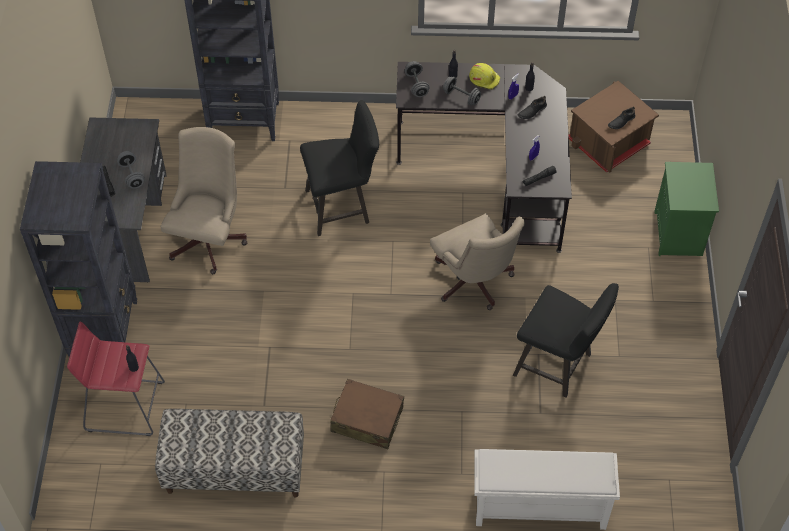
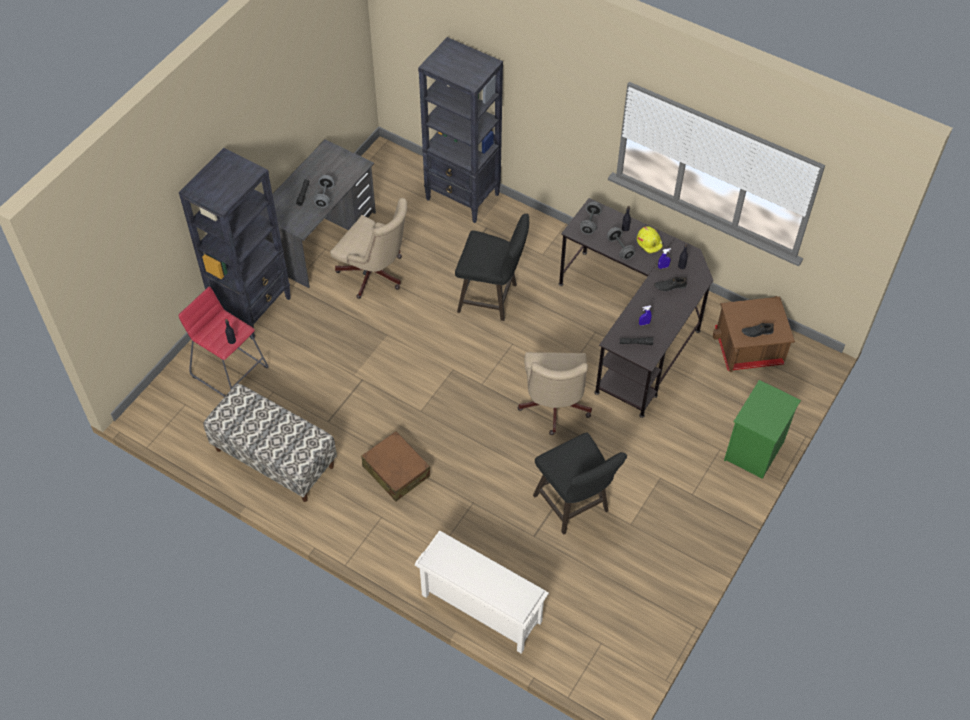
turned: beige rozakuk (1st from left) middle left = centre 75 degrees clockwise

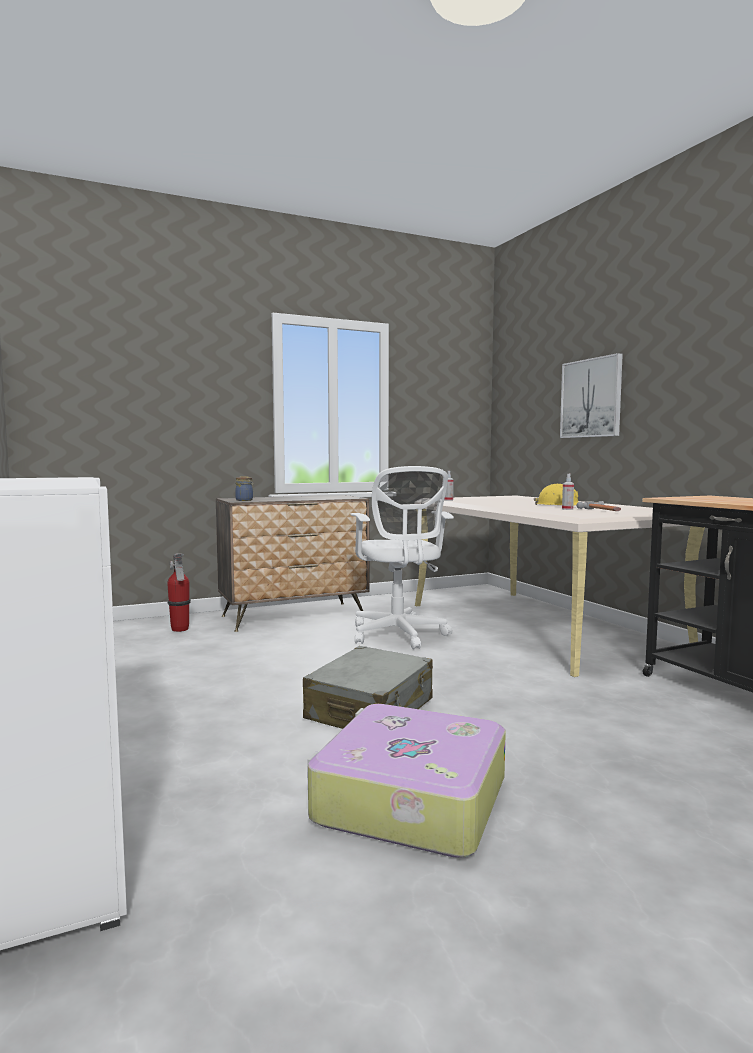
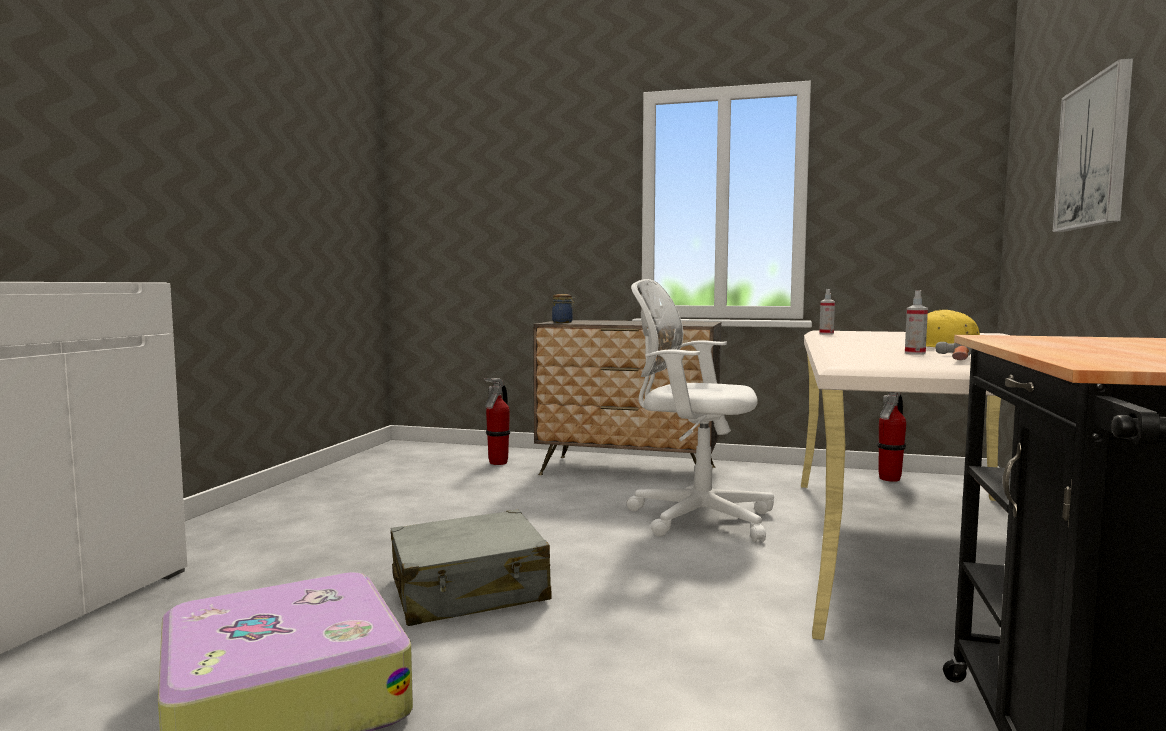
added: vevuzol (2nd from left) middle right
turned: white rozakuk centre = centre 90 degrees clockwise

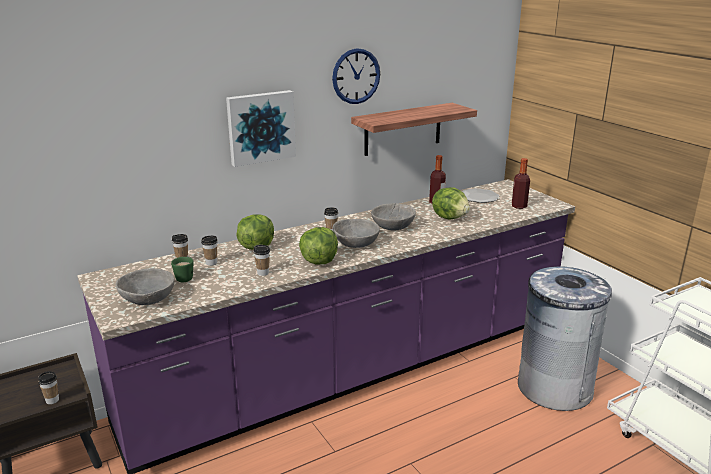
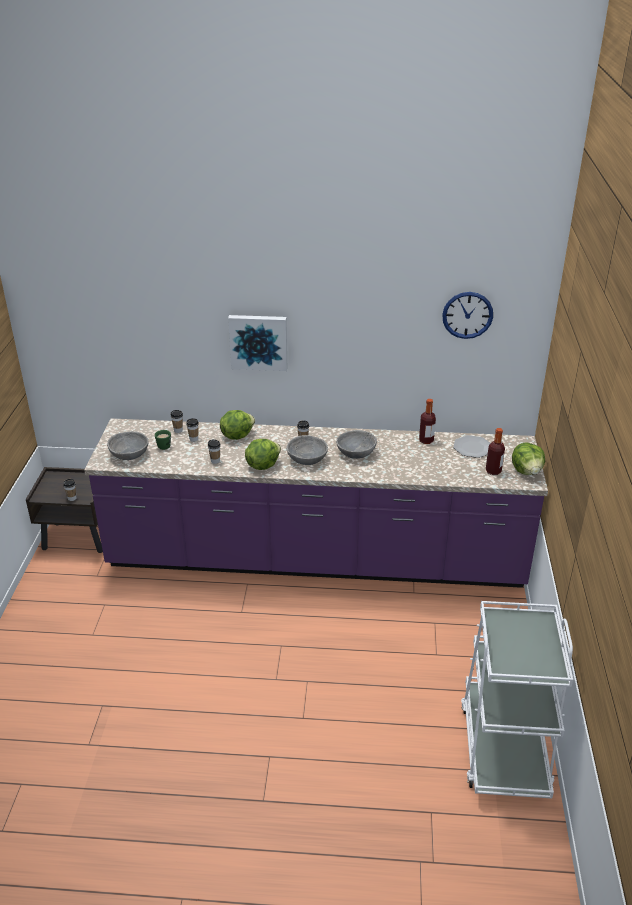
removed: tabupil top centre; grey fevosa bottom right
moved: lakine top centre to middle right; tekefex (3rd from left) centre to middle right

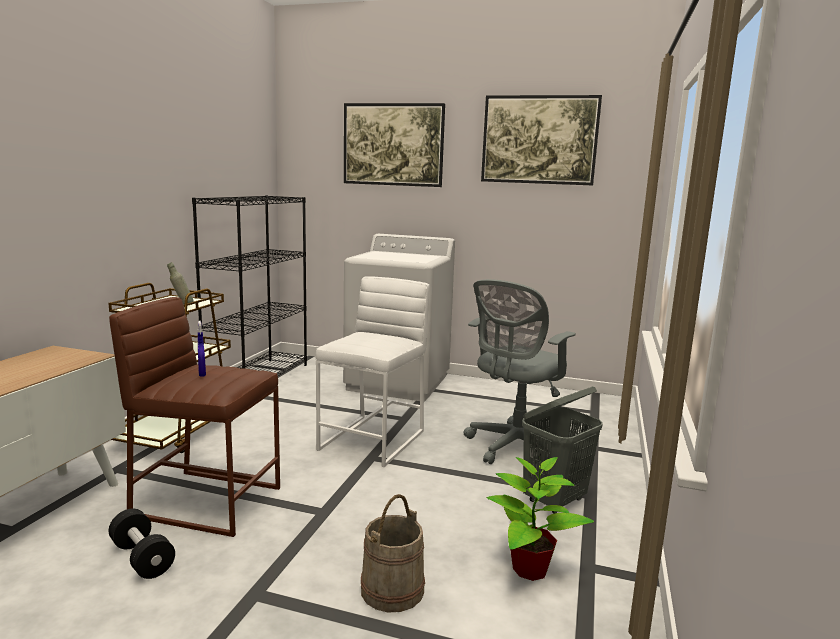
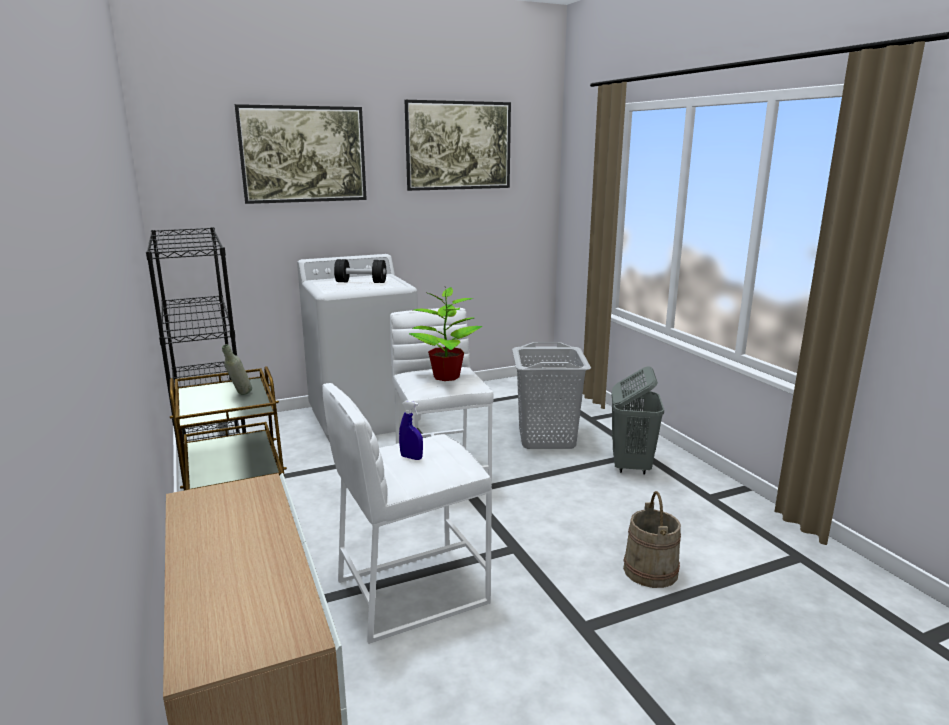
moved: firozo bottom centre to centre; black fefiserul bottom left to centre
replaced: grey rozakuk centre to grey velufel (1st from left) centre
recoloured: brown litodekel middle left to white litodekel (1st from left) bottom centre

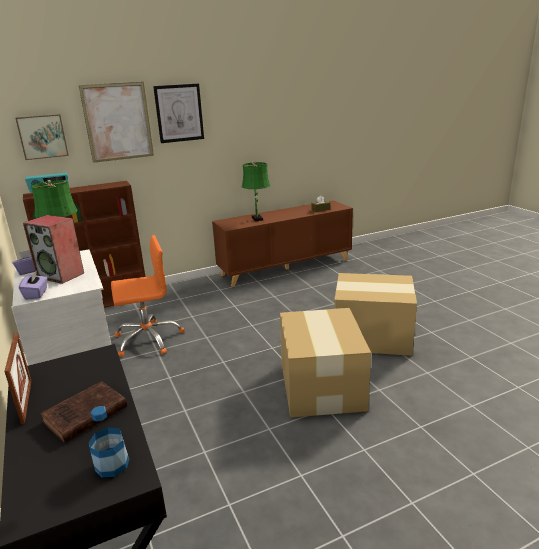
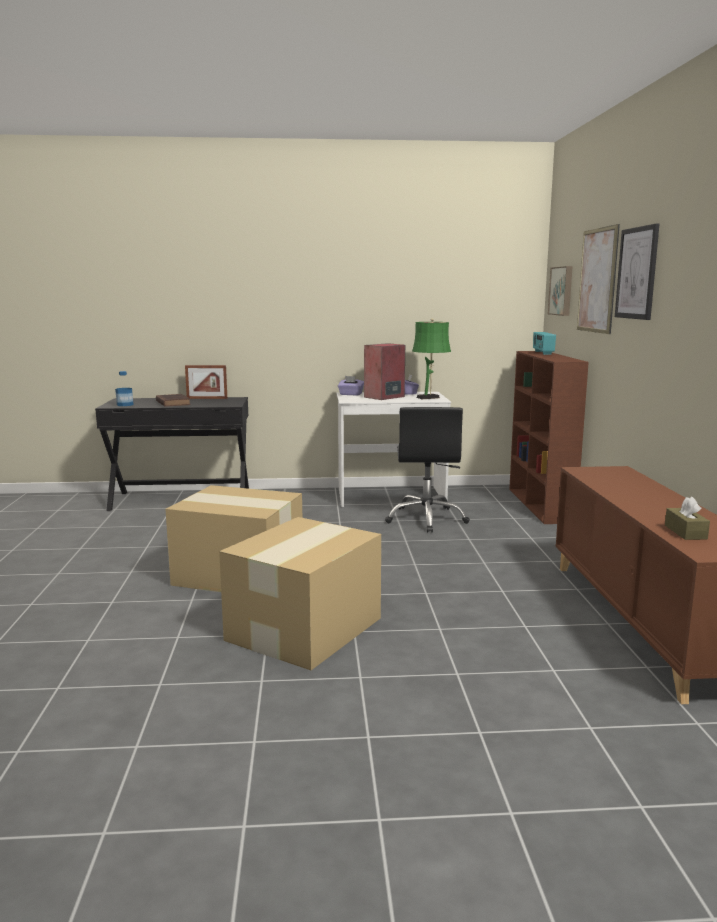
removed: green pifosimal (2nd from left) centre
recoloured: orange rozakuk middle left to black rozakuk centre

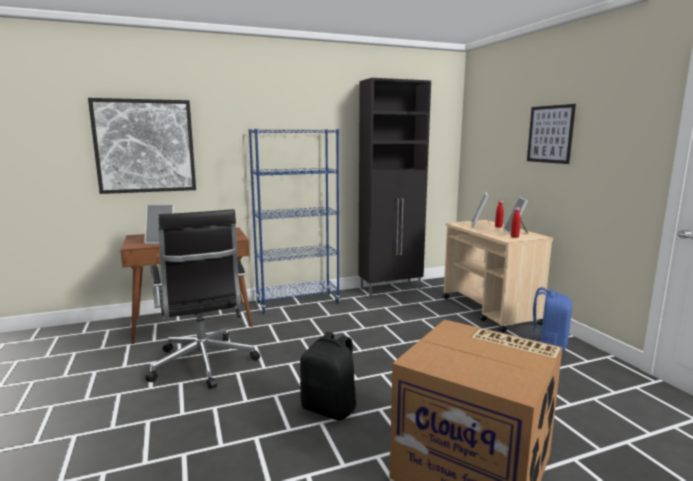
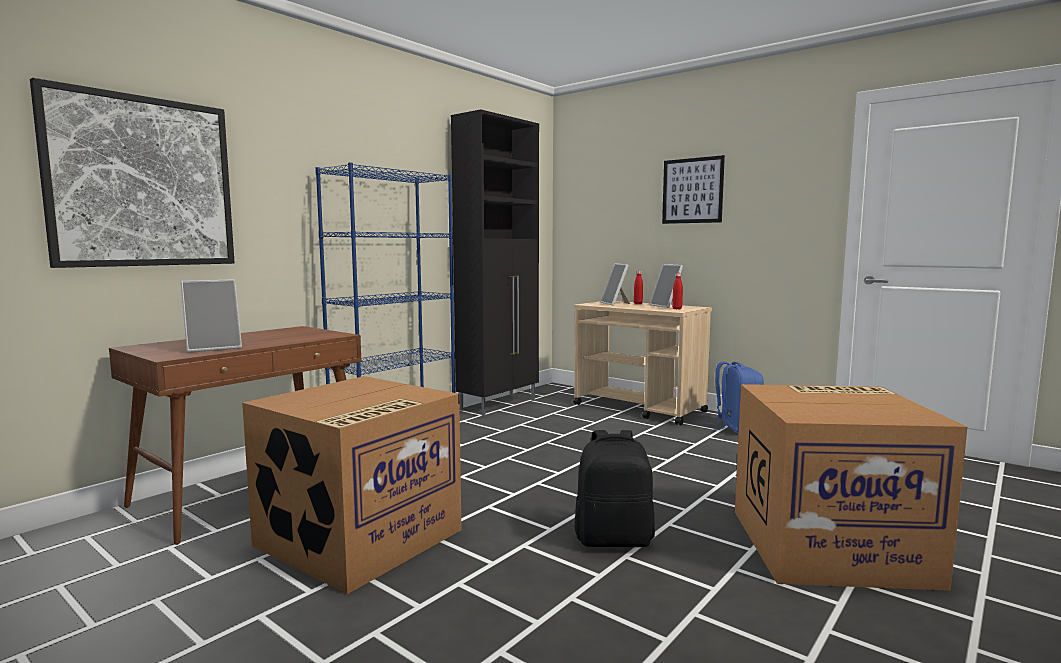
replaced: black rozakuk middle left to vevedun (1st from left) bottom left

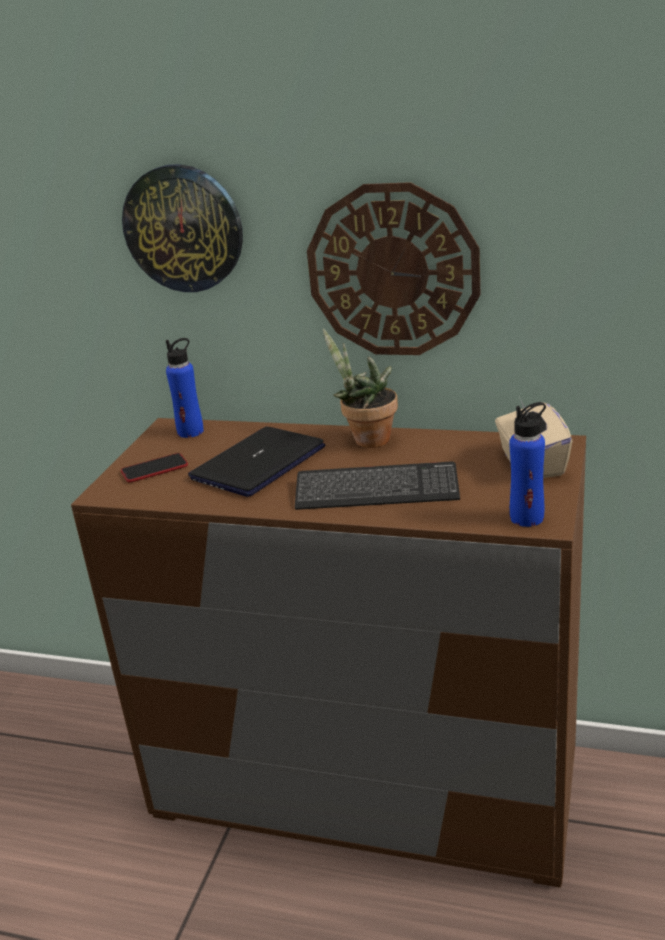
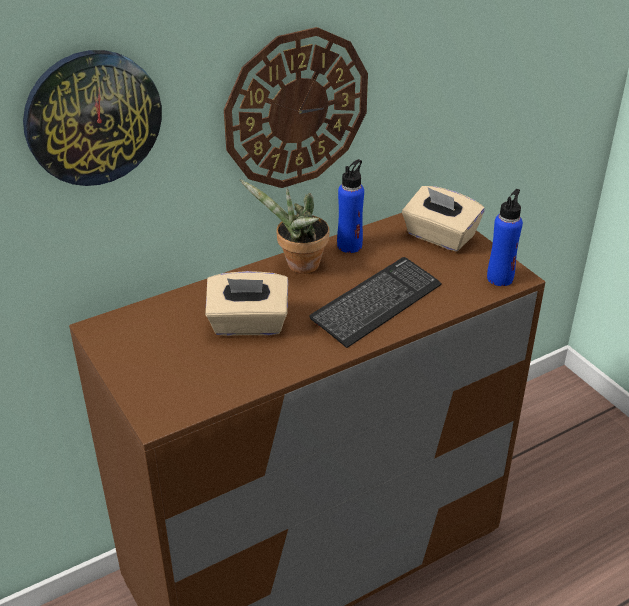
removed: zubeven middle left
moved: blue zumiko (1st from left) middle left to centre
replaced: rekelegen centre to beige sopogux (1st from left) centre

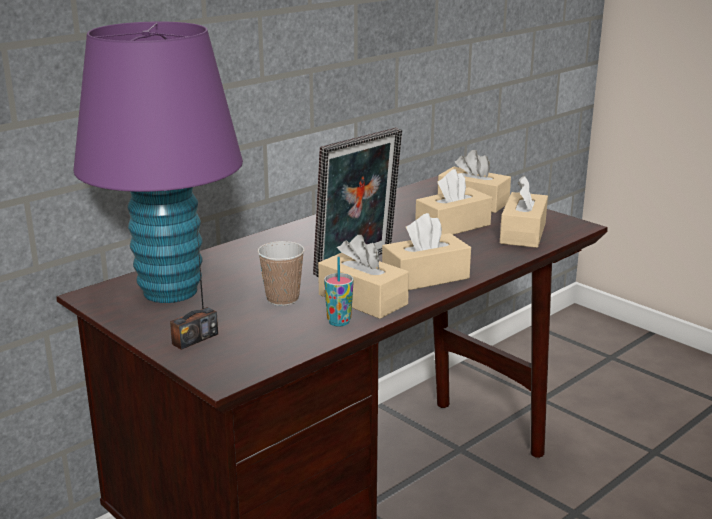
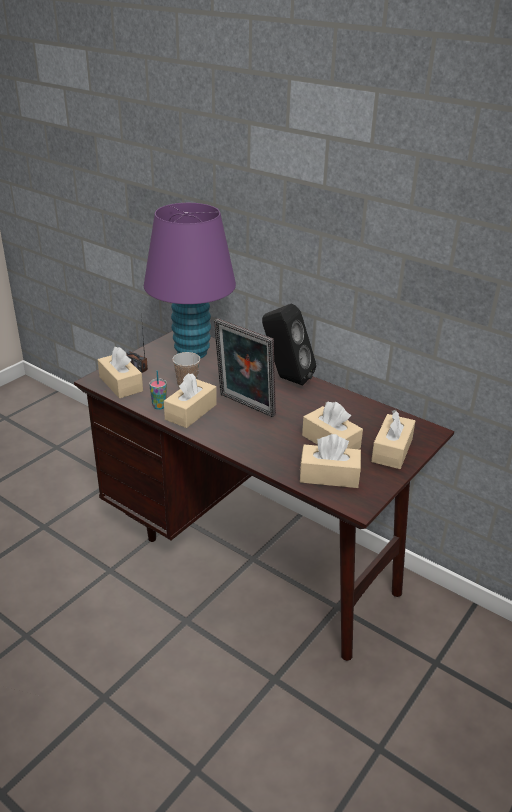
added: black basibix centre
moved: beige sopogux (2nd from left in the first image) centre to beige sopogux (1st from left) middle left

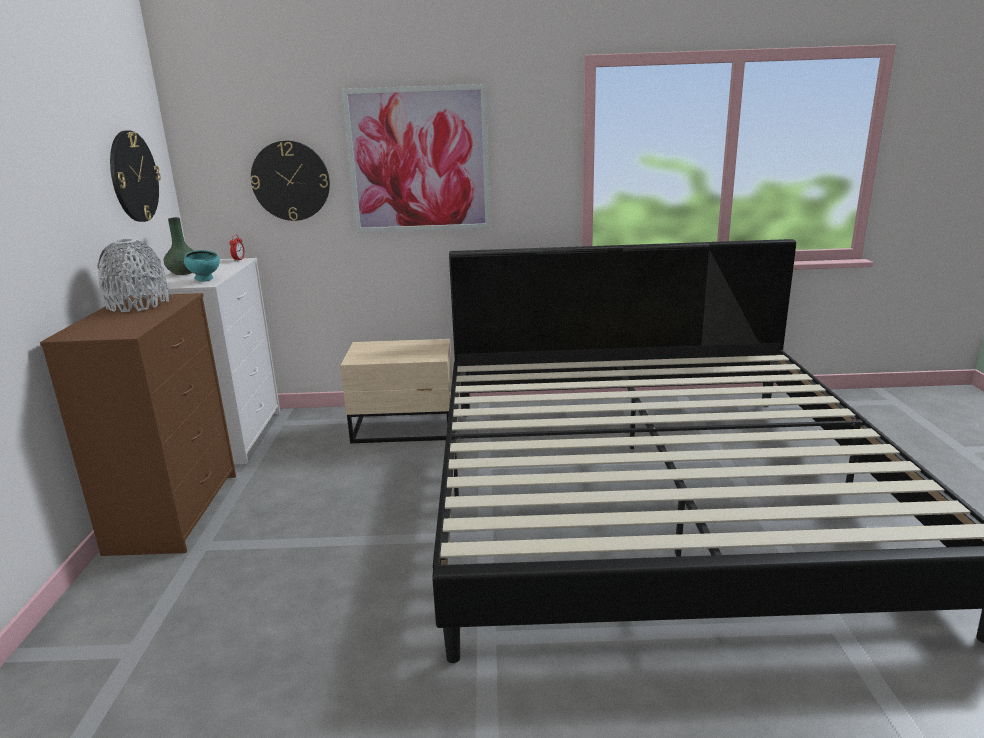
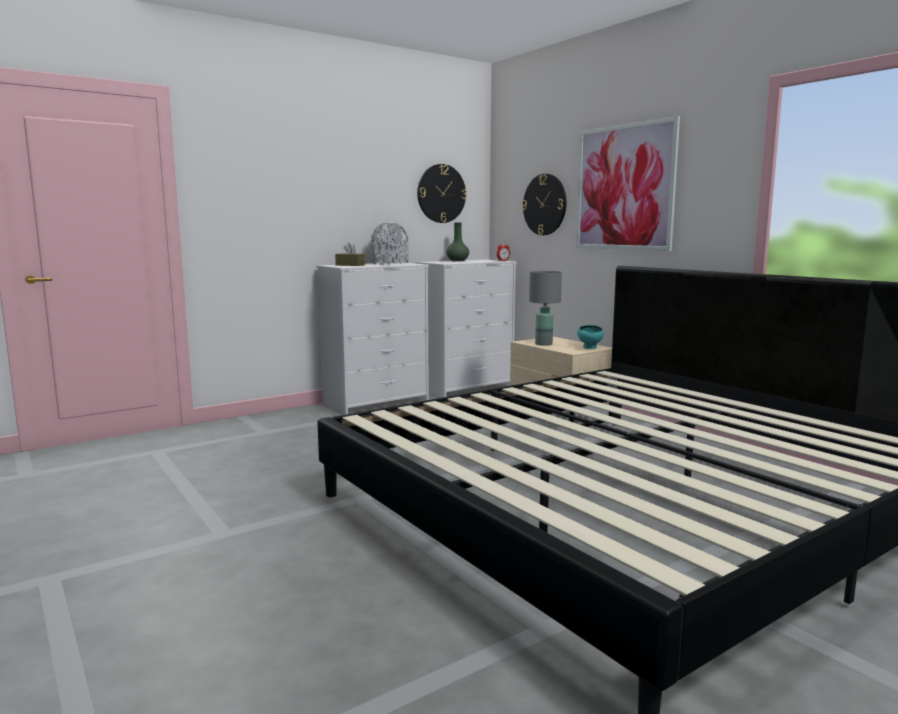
added: brown sopogux centre; grey pifosimal centre
moved: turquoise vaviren middle left to centre
recoloured: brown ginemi middle left to white ginemi (1st from left) centre

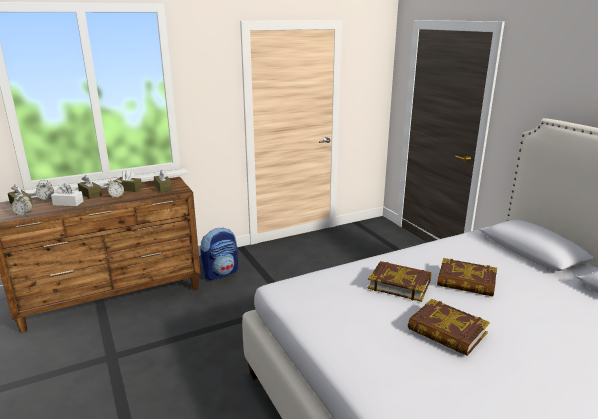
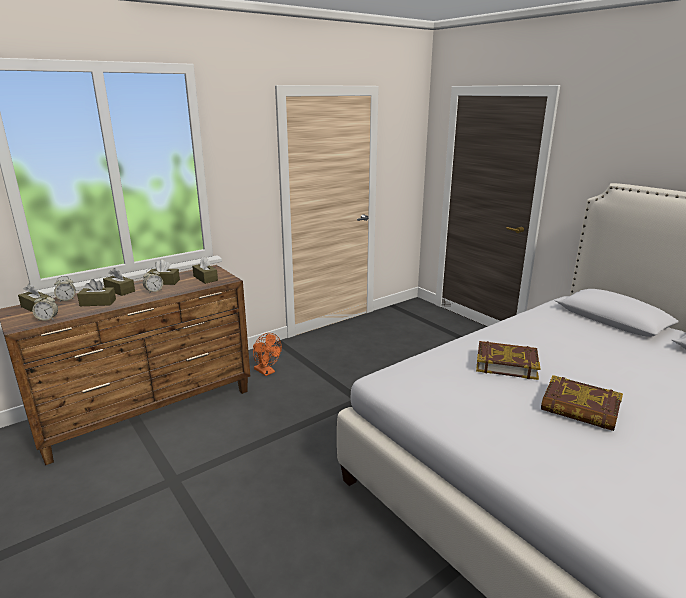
removed: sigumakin (3rd from left) middle right
replaced: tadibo centre to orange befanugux centre
recoloured: white sopogux middle left to brown sopogux (2nd from left) middle left

